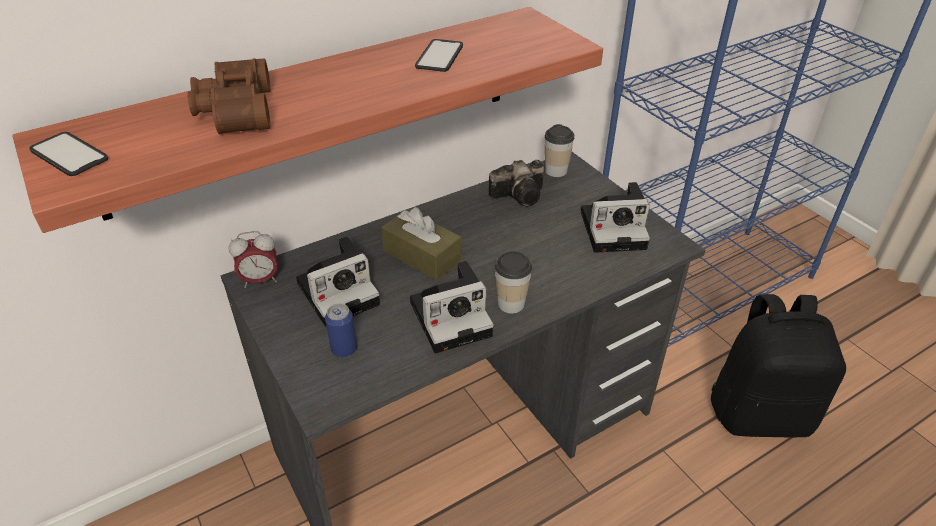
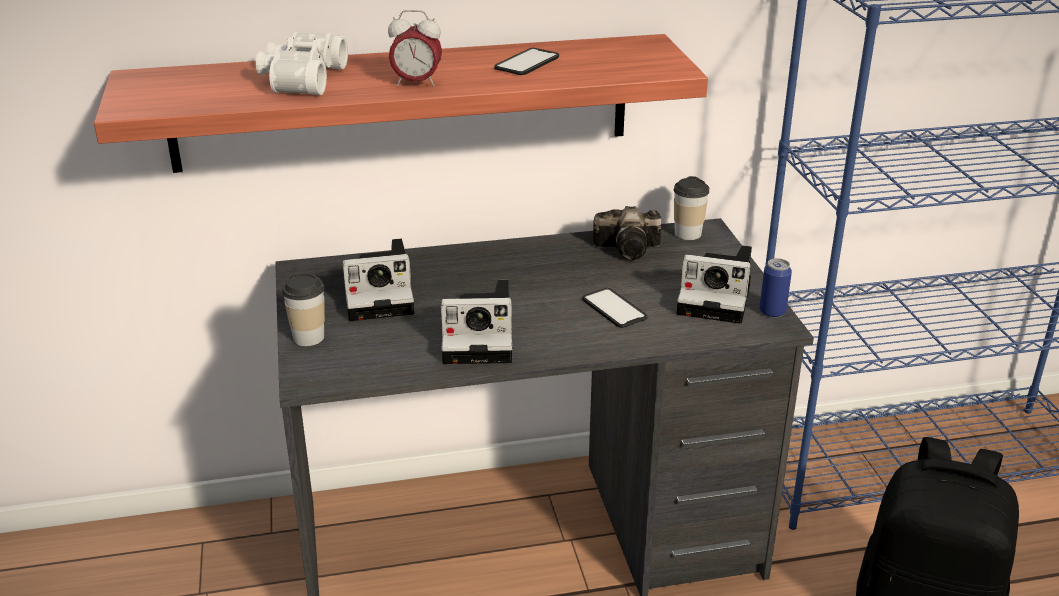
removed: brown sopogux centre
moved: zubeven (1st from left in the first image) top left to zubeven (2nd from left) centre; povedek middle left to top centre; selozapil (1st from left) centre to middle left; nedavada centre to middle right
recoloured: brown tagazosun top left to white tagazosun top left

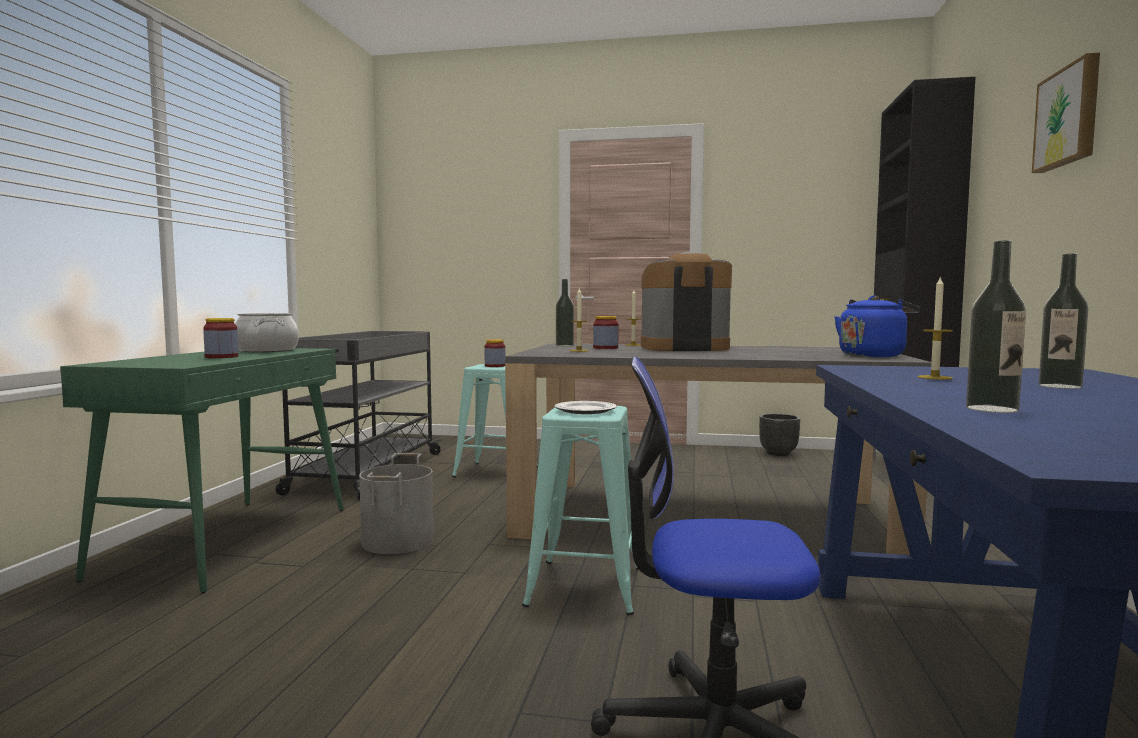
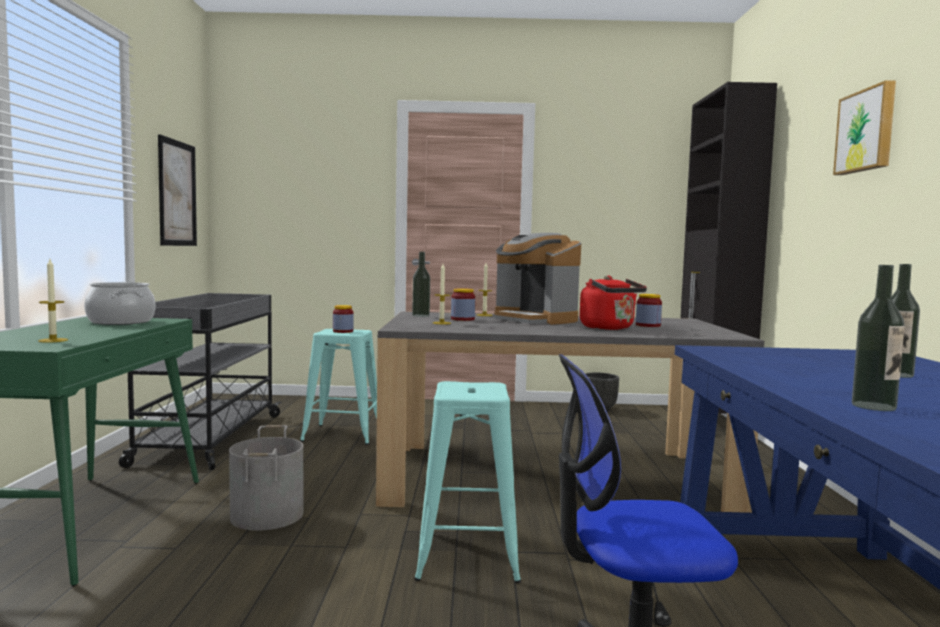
removed: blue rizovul middle right; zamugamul centre
added: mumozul (1st from left) top left; red rizovul centre
moved: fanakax (3rd from left in the first image) middle right to fanakax (1st from left) middle left; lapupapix (1st from left in the first image) middle left to lapupapix (3rd from left) middle right
turned: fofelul centre = centre 120 degrees counterclockwise

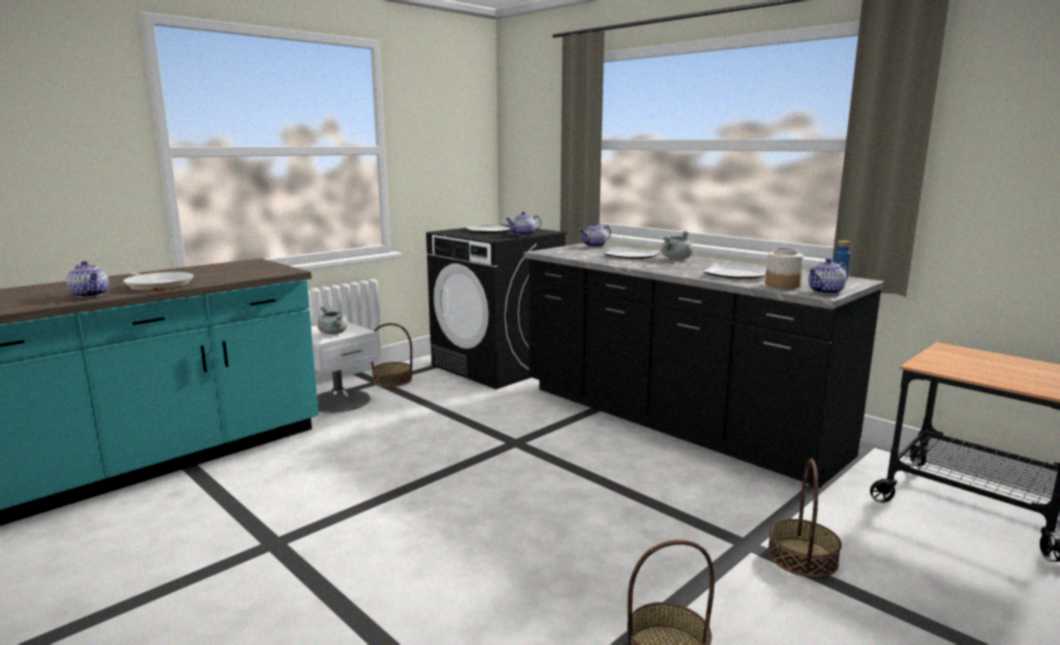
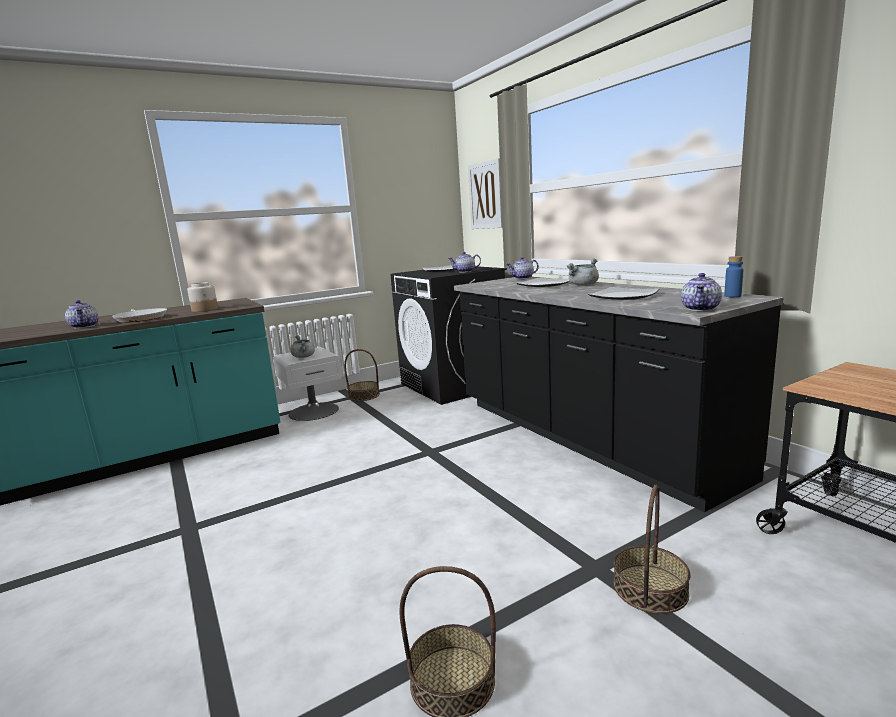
added: mumozul top centre
moved: lapupapix middle right to middle left
turned: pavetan (4th from left) middle right = middle right 45 degrees counterclockwise

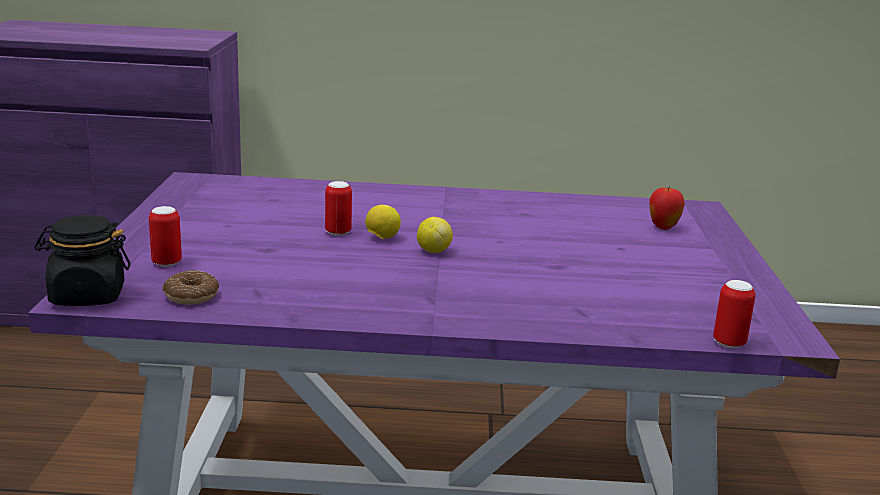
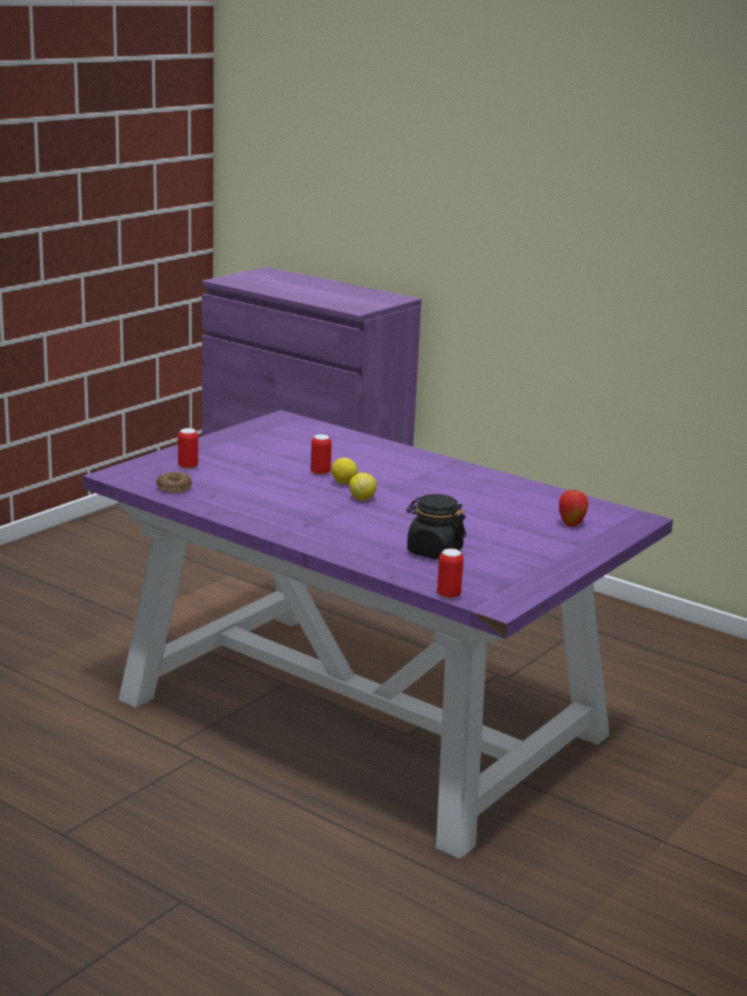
moved: black lapupapix middle left to centre

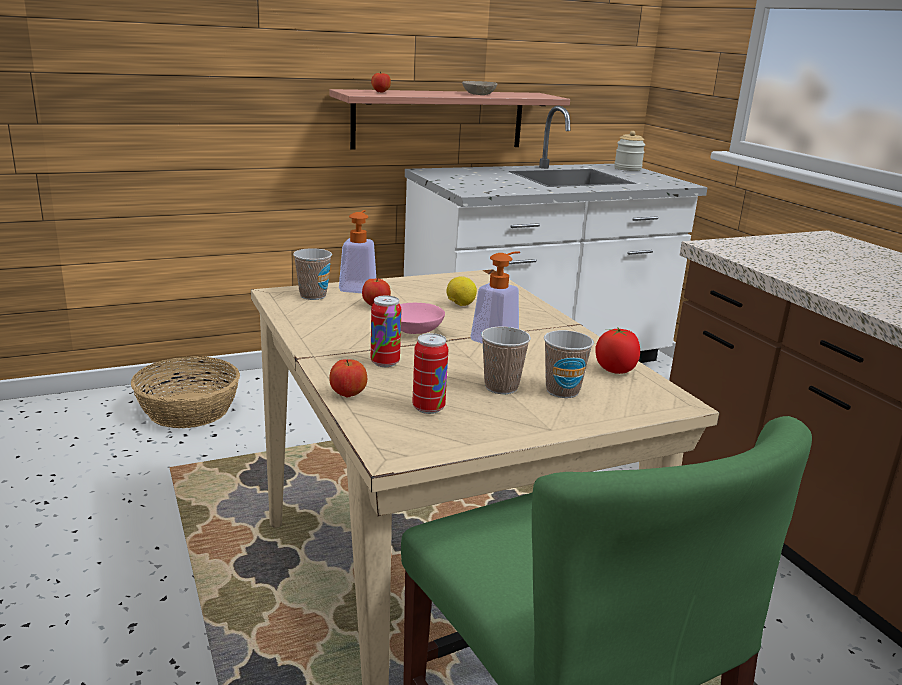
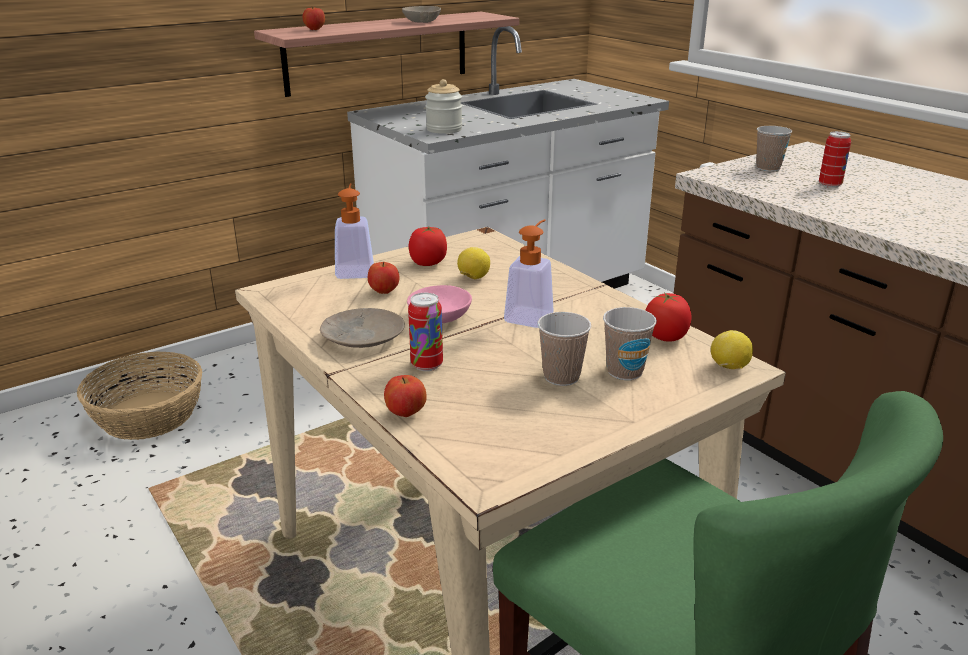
added: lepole (1st from left) centre; beige zamugamul centre; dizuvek (2nd from left) middle right
moved: lapupapix top right to top centre; selozapil (1st from left in the first image) centre to selozapil (3rd from left) top right; nedavada (2nd from left) centre to top right

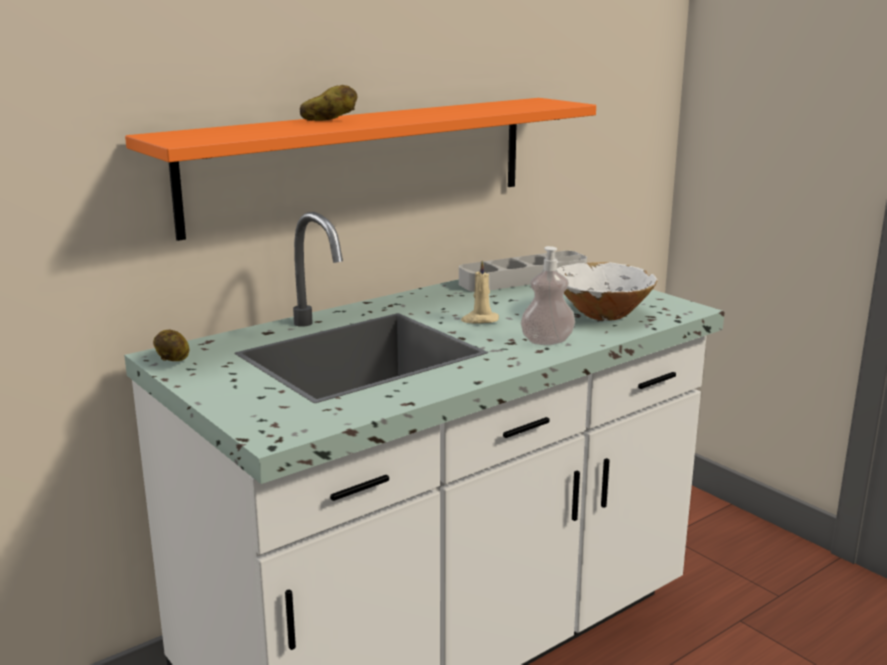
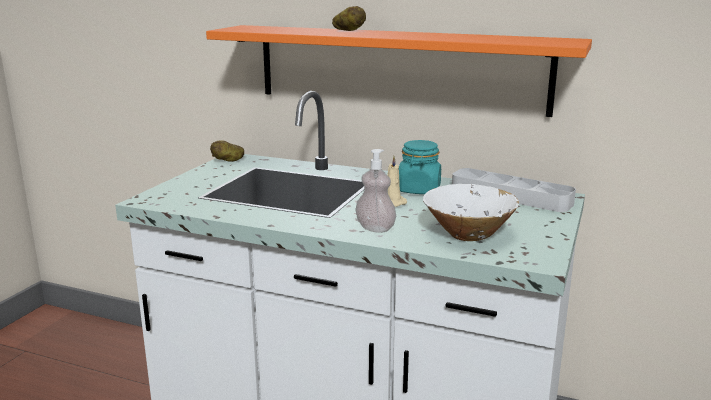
added: turquoise lapupapix centre

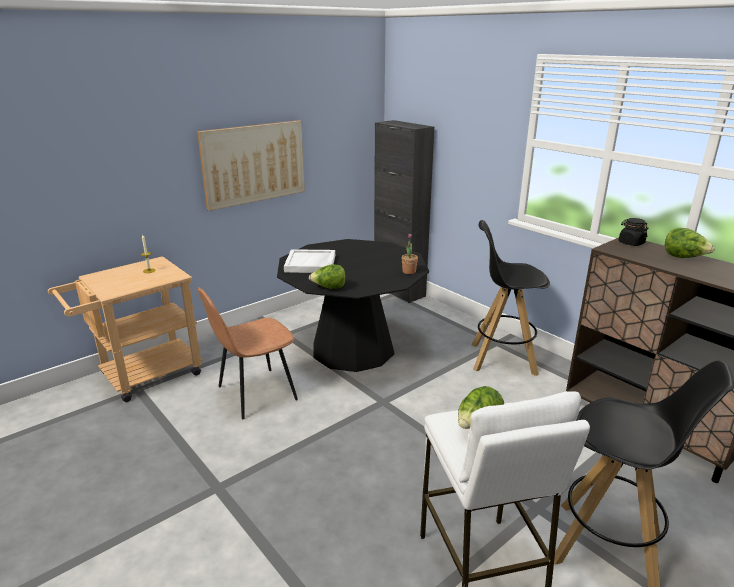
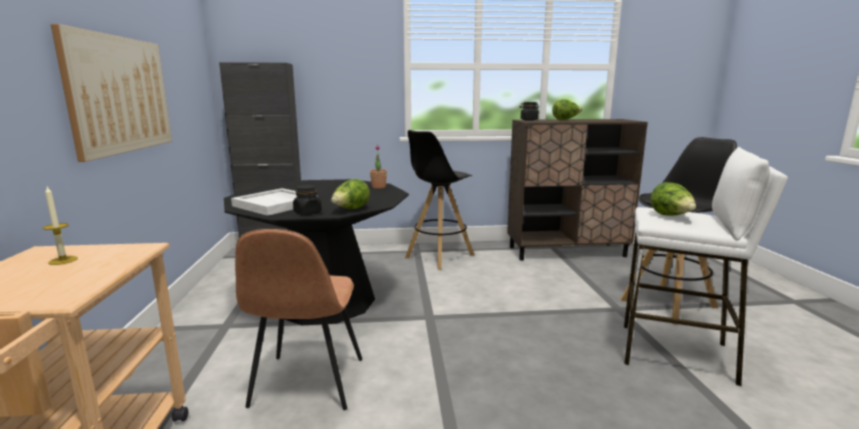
added: black lapupapix (1st from left) centre

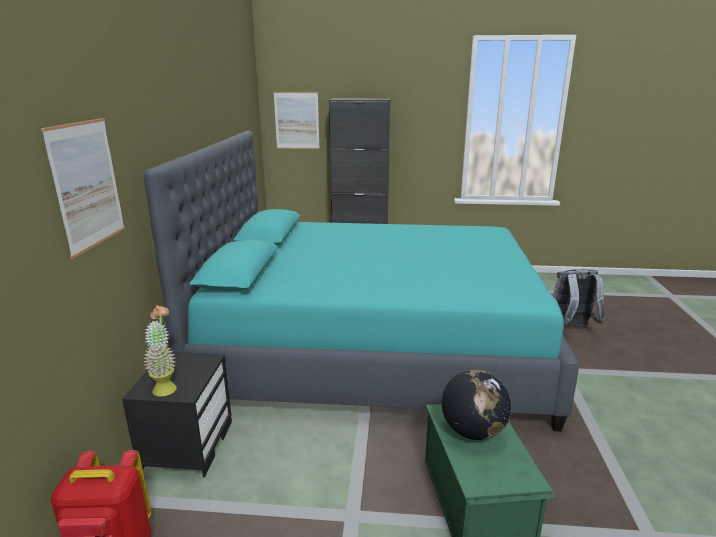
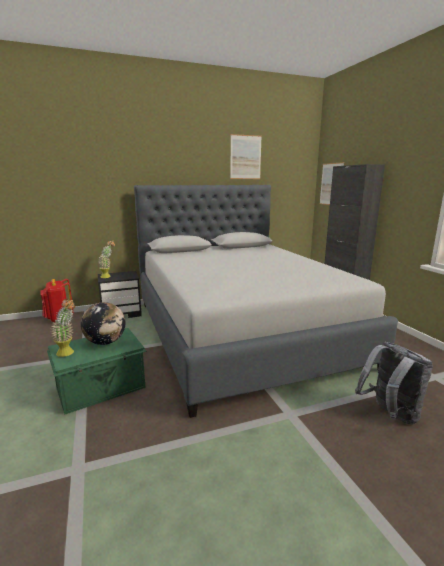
added: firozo (1st from left) middle left
moved: mumozul (1st from left) middle left to top centre
recoloured: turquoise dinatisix centre to grey dinatisix centre

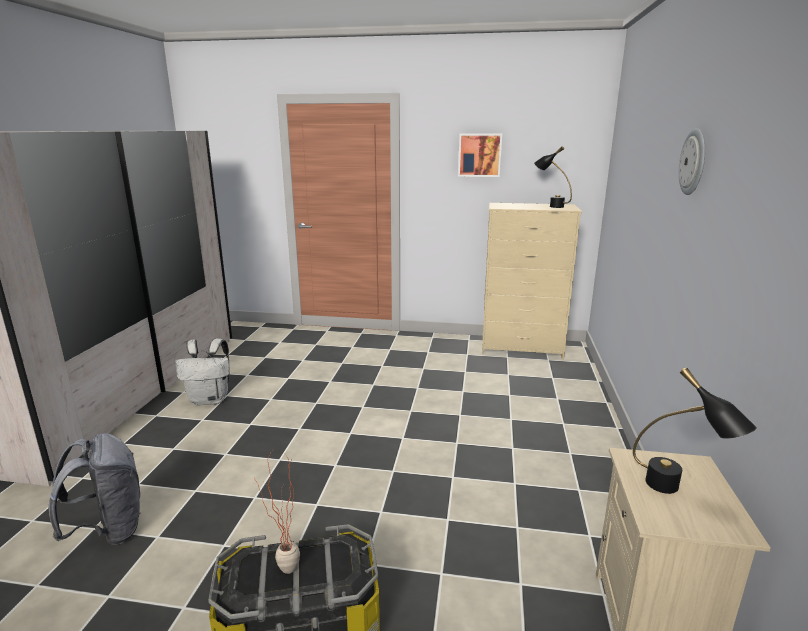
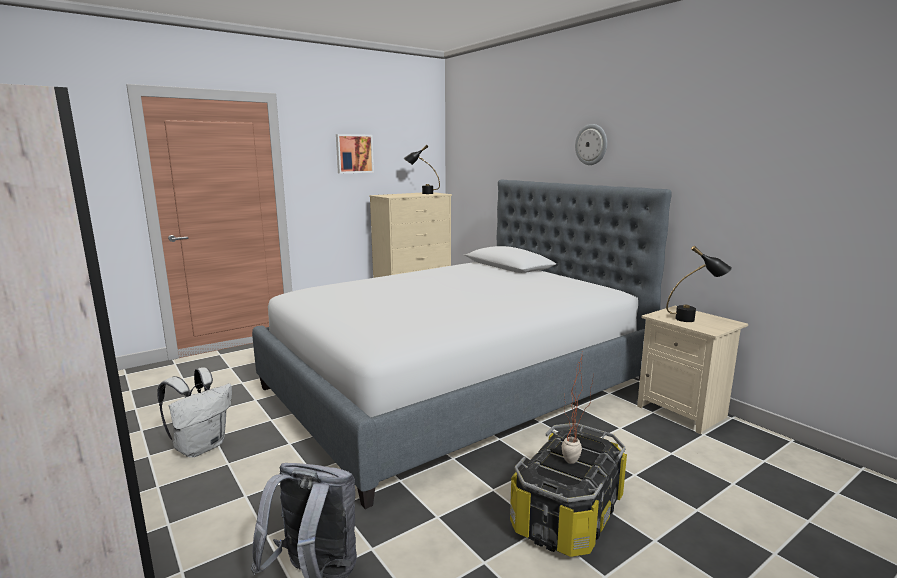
added: dinatisix centre

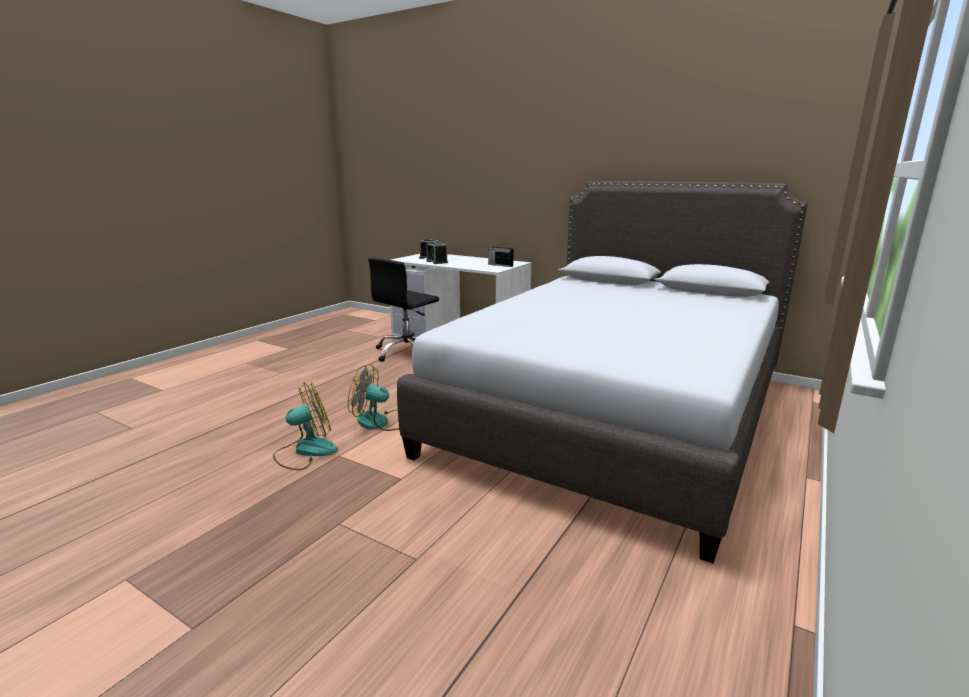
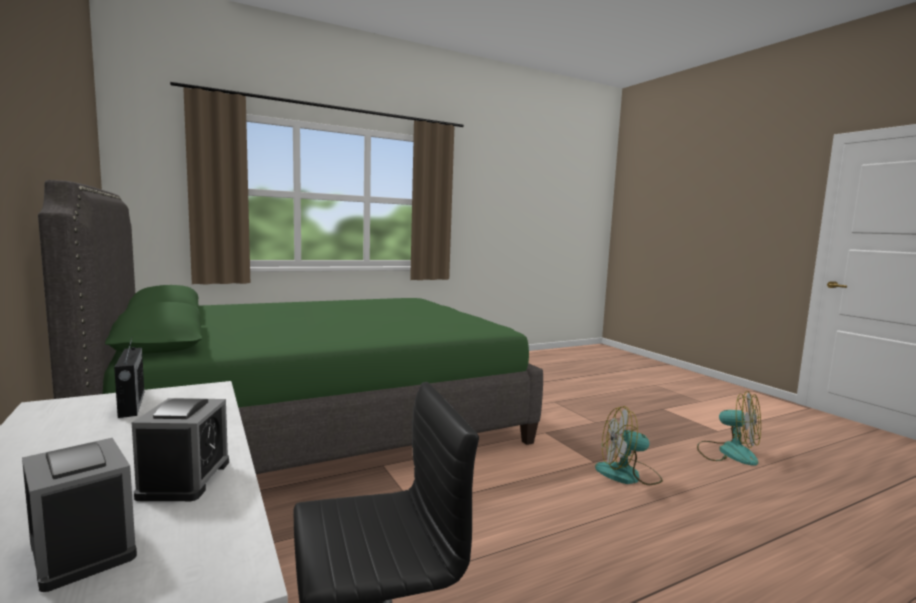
moved: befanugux (2nd from left) centre to bottom right
recoloured: grey dinatisix centre to green dinatisix middle left

